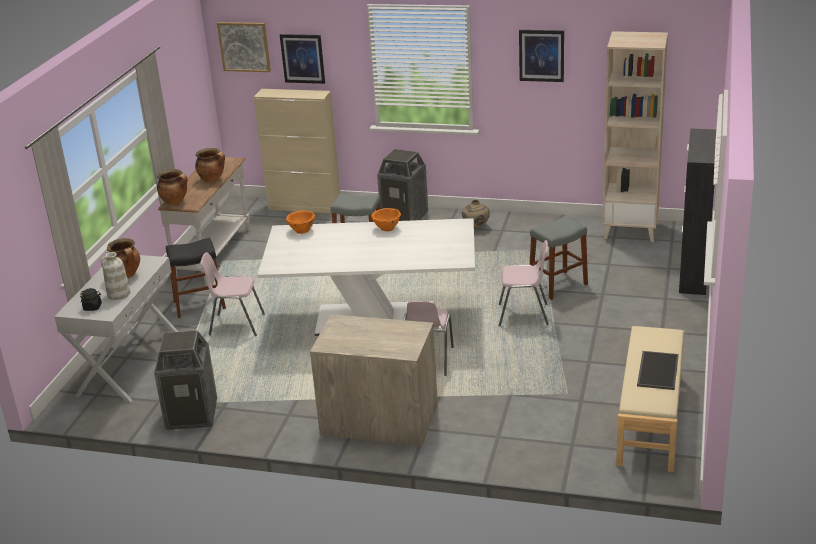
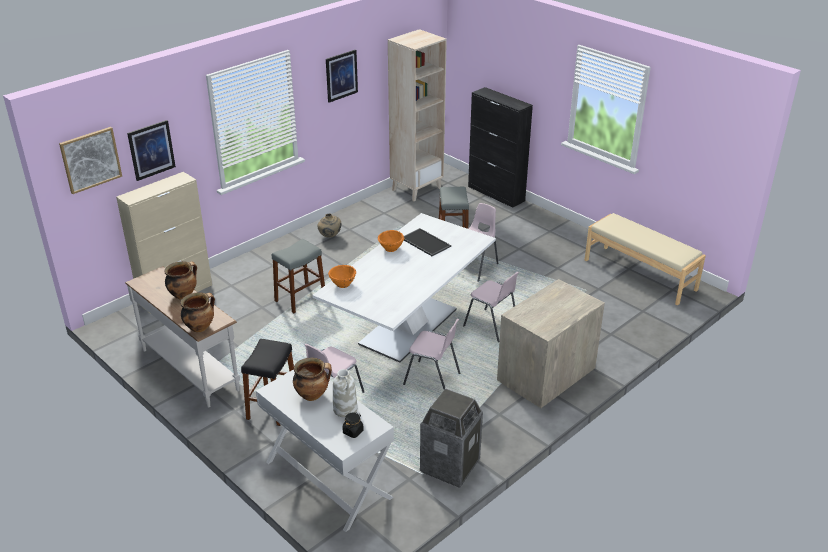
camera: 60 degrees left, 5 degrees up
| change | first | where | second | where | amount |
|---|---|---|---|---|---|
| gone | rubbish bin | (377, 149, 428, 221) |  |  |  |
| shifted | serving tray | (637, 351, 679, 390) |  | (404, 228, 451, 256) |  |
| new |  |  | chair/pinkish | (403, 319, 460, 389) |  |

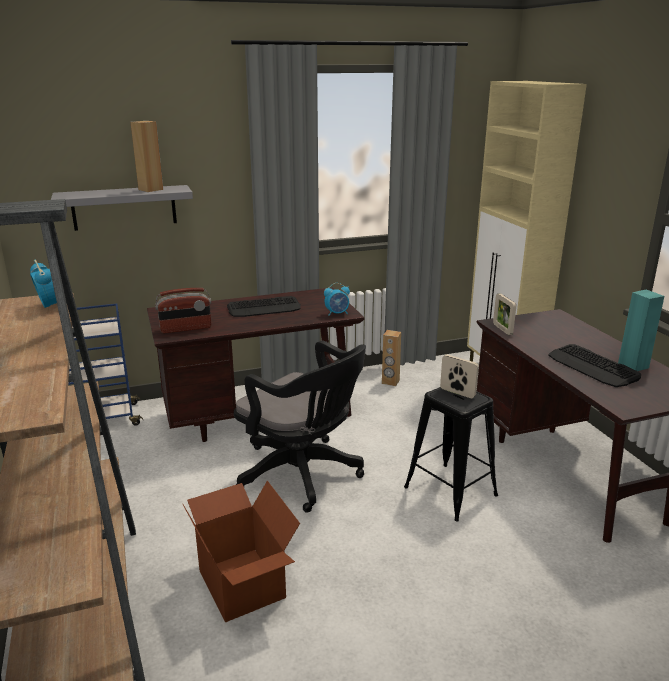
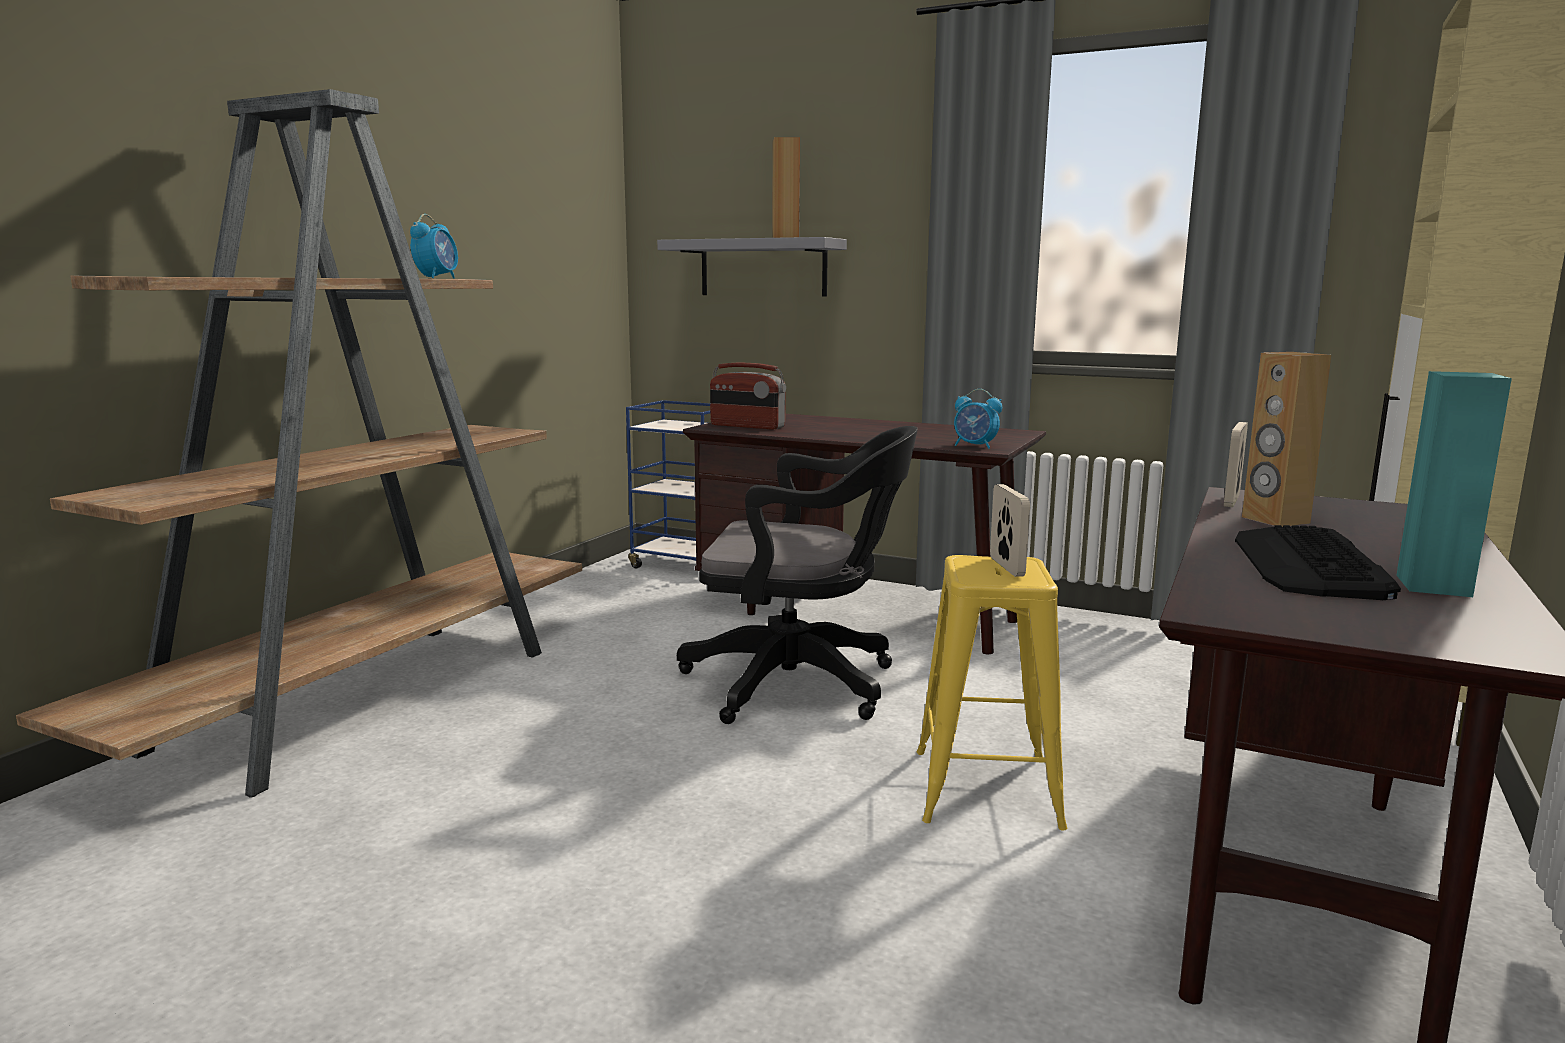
camera: 45 degrees right, 10 degrees down
| change | first | where | second | where | amount |
|---|---|---|---|---|---|
| gone | cardboard box | (183, 481, 300, 623) |  |  |  |
| gone | keyboard | (227, 296, 301, 317) |  |  |  |
| rotated | office chair/blackish | (234, 340, 366, 513) |  | (677, 426, 918, 724) | 75 degrees counterclockwise |
| shifted | speaker/brown | (382, 330, 401, 386) |  | (1242, 352, 1331, 527) |  |
| repainted | stool seat/blackish | (404, 387, 498, 521) | stool seat/yellowish | (917, 555, 1067, 831) |  |

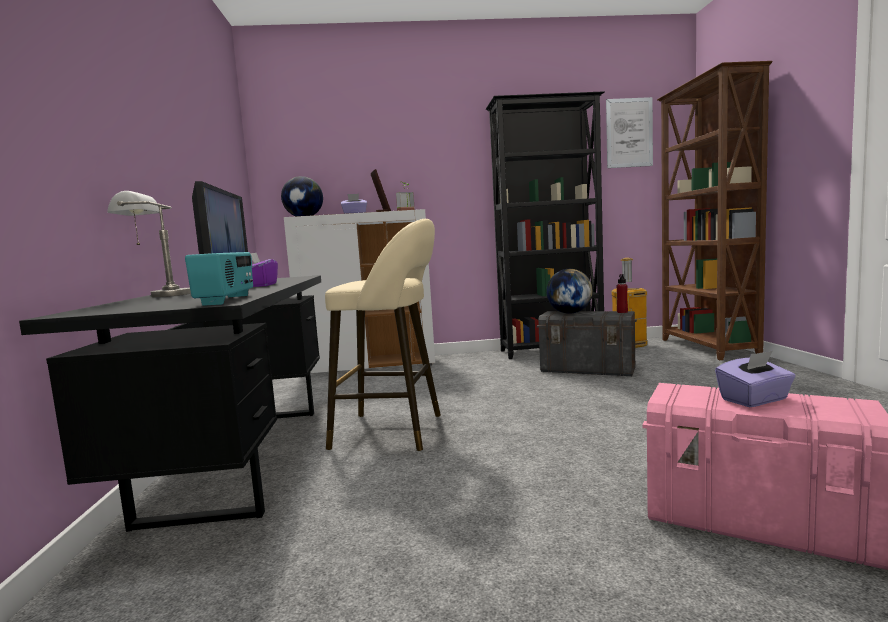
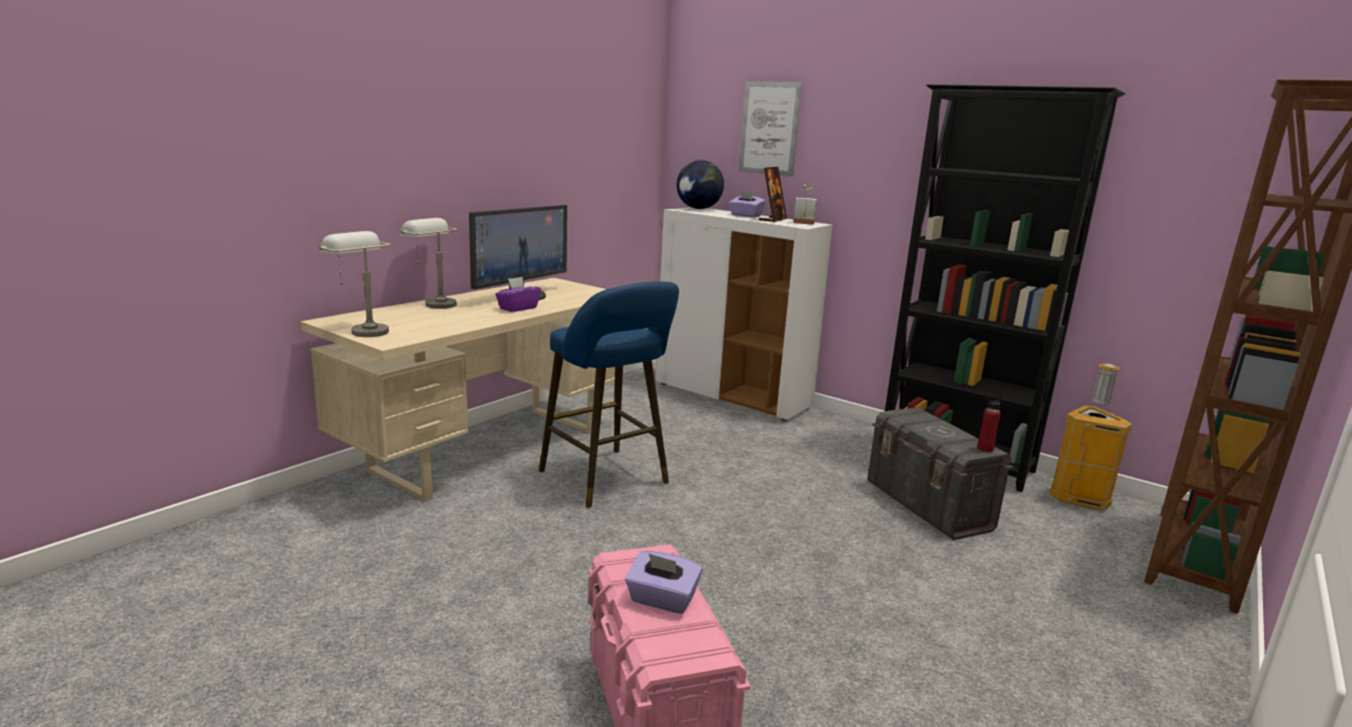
camera: 40 degrees right, 10 degrees up
| change | first | where | second | where | amount |
|---|---|---|---|---|---|
| repainted | desk table/blackish | (19, 275, 321, 532) | desk table/beige | (300, 278, 615, 502) |  |
| gone | radio | (185, 252, 253, 306) |  |  |  |
| repainted | stool seat/beige | (325, 219, 441, 451) | stool seat/blue-coloured | (539, 282, 679, 508) |  |
| gone | desk globe | (546, 269, 593, 314) |  |  |  |
| shifted | picture | (606, 97, 653, 168) |  | (739, 81, 802, 176) |  |
| new |  |  | lamp for a table/greyish | (319, 231, 391, 337) |  |

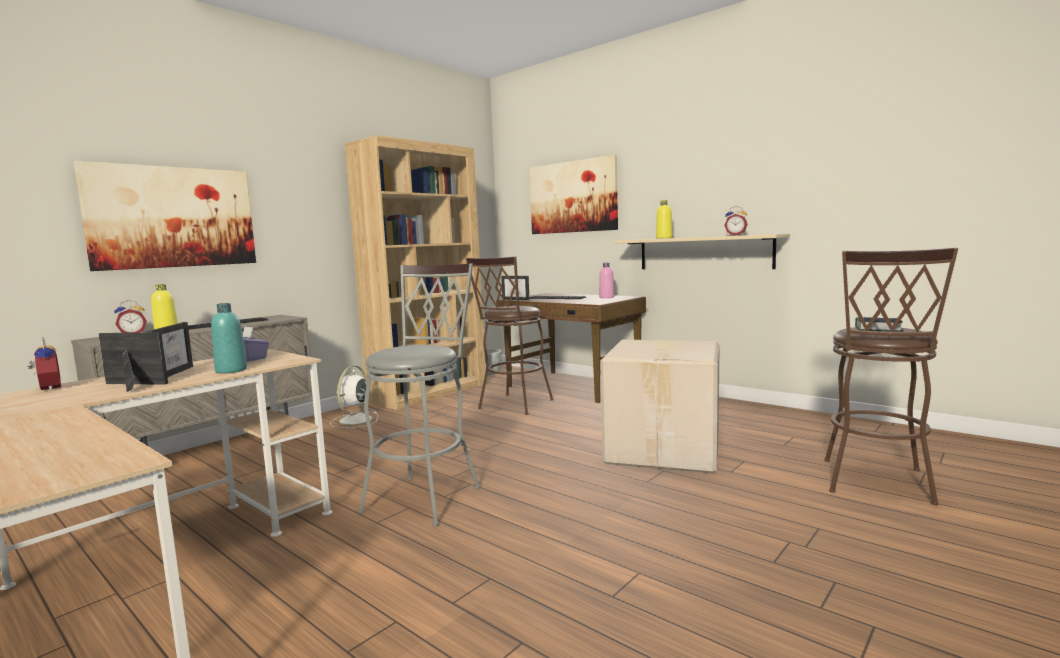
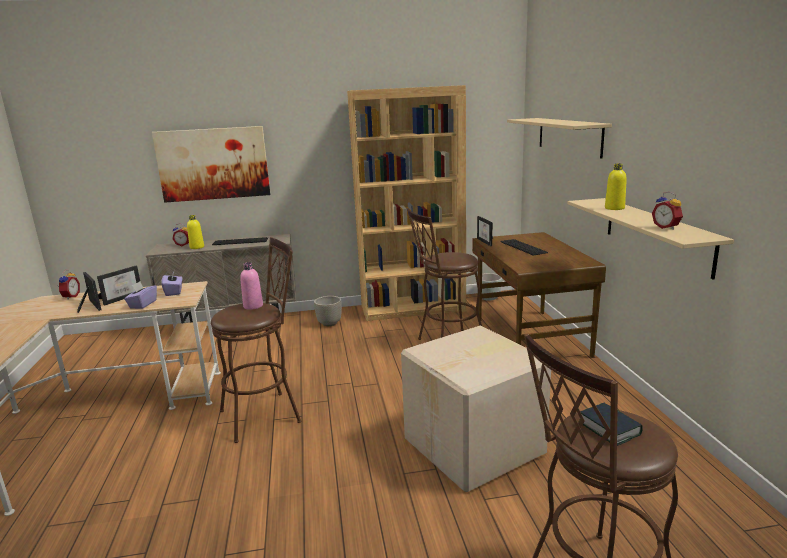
camera: 40 degrees right, 10 degrees up
| change | first | where | second | where | amount |
|---|---|---|---|---|---|
| swapped | drink bottle/blue-green | (211, 303, 247, 374) | tissue box/purple | (124, 282, 157, 309) |  |
| swapped | cooling fan/white-coloured | (330, 366, 378, 428) | flower pot/greyish | (314, 296, 342, 326) |  |
| repainted | stool seat/greyish | (358, 263, 480, 527) | stool seat/brown | (211, 237, 301, 443) |  |
| swapped | picture | (529, 155, 618, 234) | bracket shelf/beige | (507, 118, 612, 159) |  |
| shifted | drink bottle/pinkish | (599, 263, 614, 298) |  | (240, 262, 263, 310) |  |

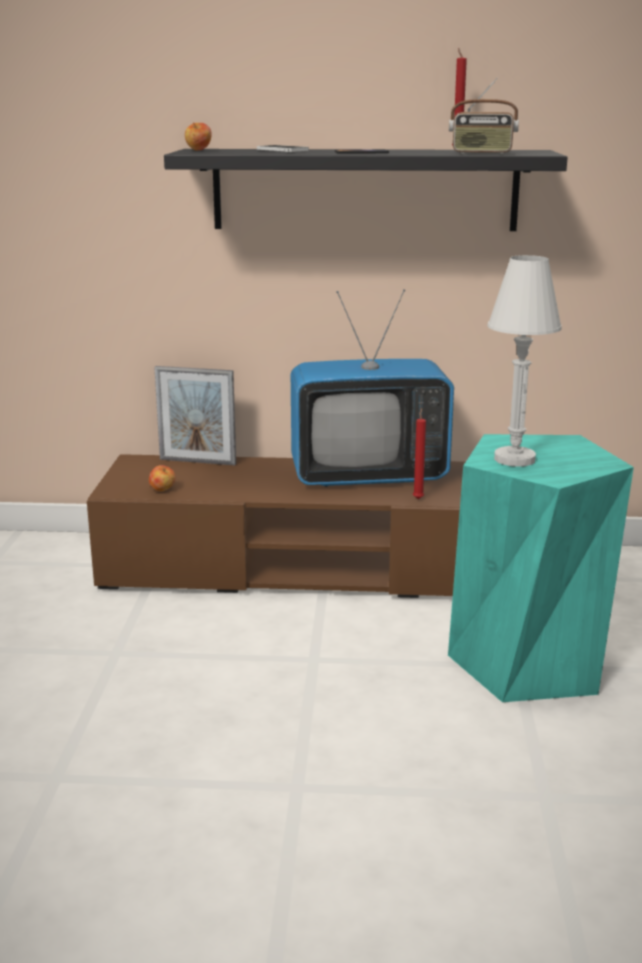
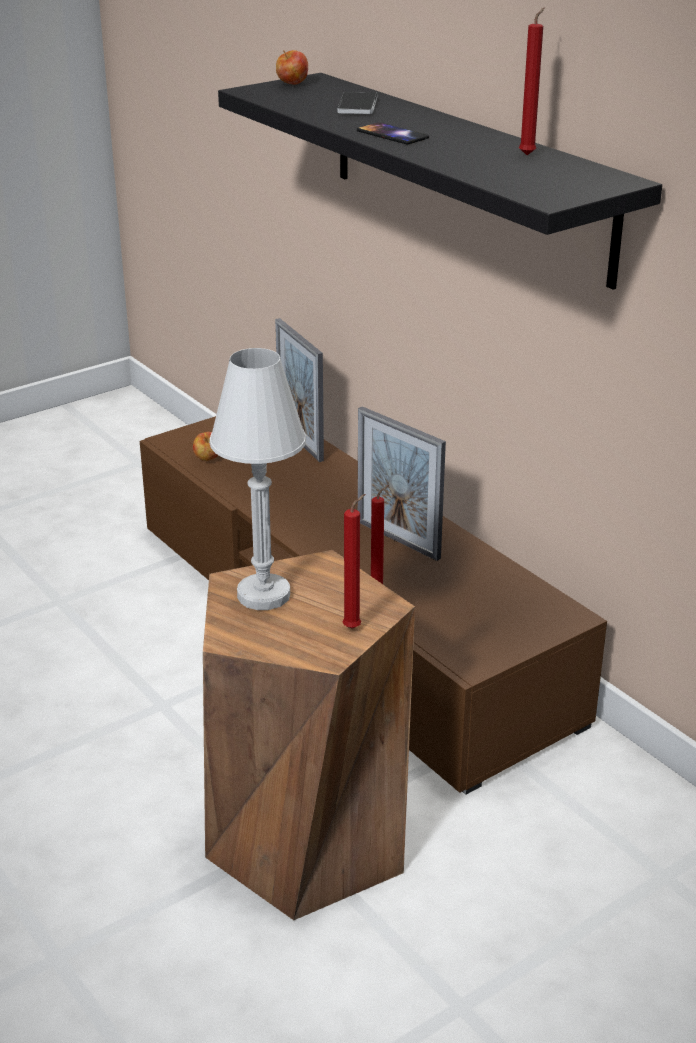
camera: 50 degrees right, 10 degrees up
| change | first | where | second | where | amount |
|---|---|---|---|---|---|
| swapped | TV | (291, 289, 454, 487) | standing frame | (358, 406, 446, 561) |  |
| repainted | stool seat/blue-green | (448, 434, 634, 702) | stool seat/brown | (203, 550, 415, 920) |  |
| gone | radio | (449, 78, 519, 154) |  |  |  |
| new |  |  | wax candle/red-coloured | (343, 494, 365, 629) |  |

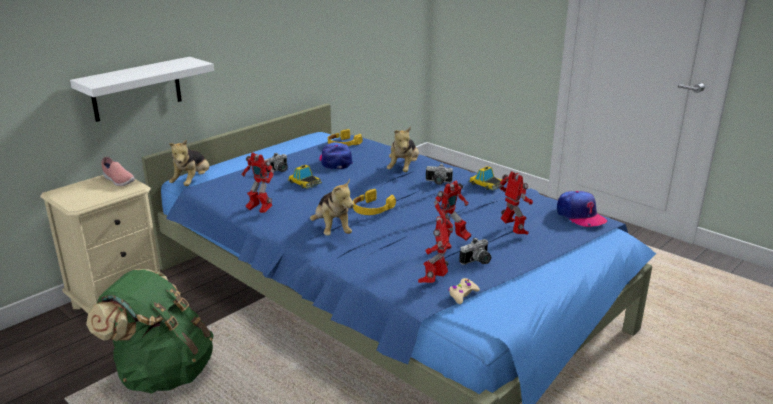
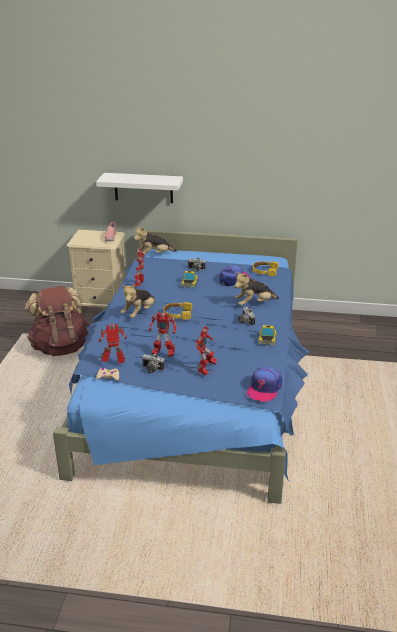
camera: 55 degrees right, 5 degrees up
| change | first | where | second | where | amount |
|---|---|---|---|---|---|
| repainted | rucksack/green | (86, 269, 214, 393) | rucksack/brown | (25, 286, 90, 356) |  |

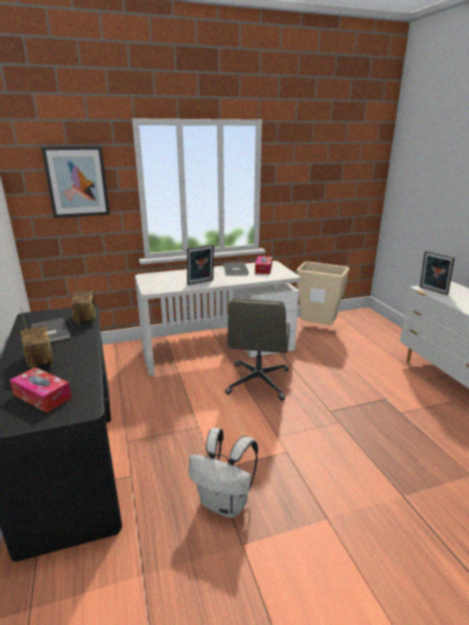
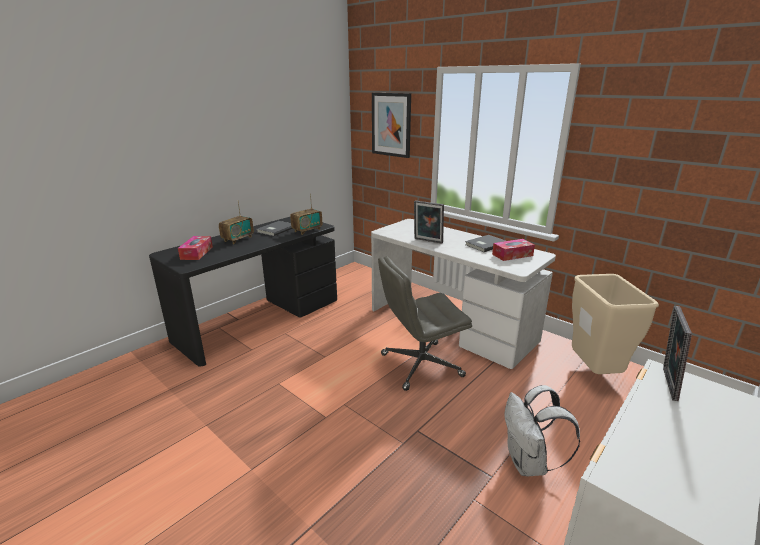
camera: 60 degrees right, 0 degrees up
| change | first | where | second | where | amount |
|---|---|---|---|---|---|
| shifted | rucksack/white-coloured | (189, 428, 258, 518) |  | (504, 385, 580, 476) |  |

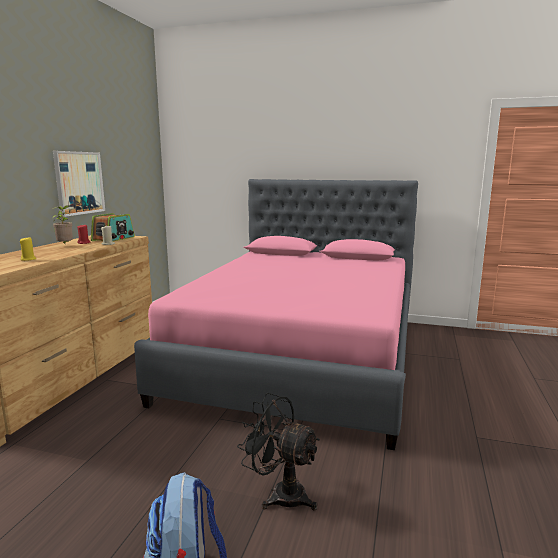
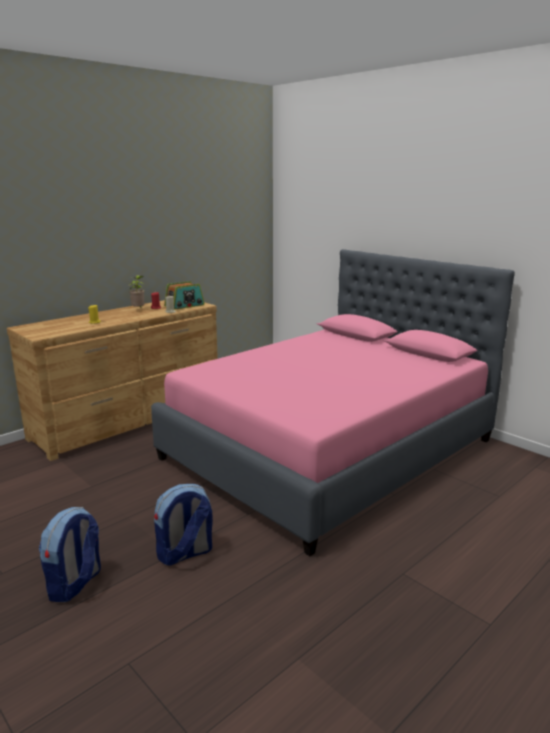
camera: 30 degrees right, 5 degrees up
| change | first | where | second | where | amount |
|---|---|---|---|---|---|
| gone | picture | (53, 151, 105, 217) |  |  |  |
| swapped | cooling fan/blackish | (237, 393, 320, 511) | rucksack | (154, 484, 213, 566) |  |

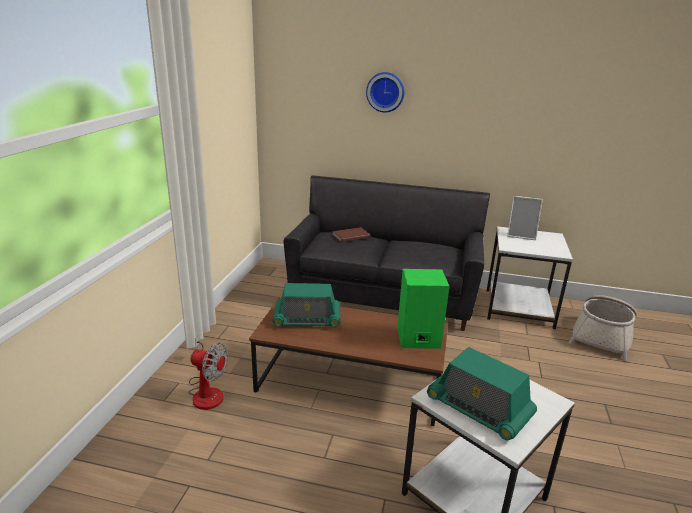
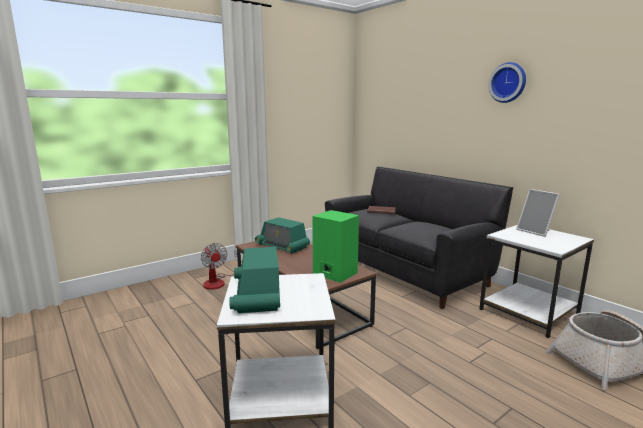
camera: 40 degrees right, 10 degrees down
| change | first | where | second | where | amount |
|---|---|---|---|---|---|
| shifted | wall clock | (366, 72, 404, 113) |  | (488, 62, 526, 103) |  |

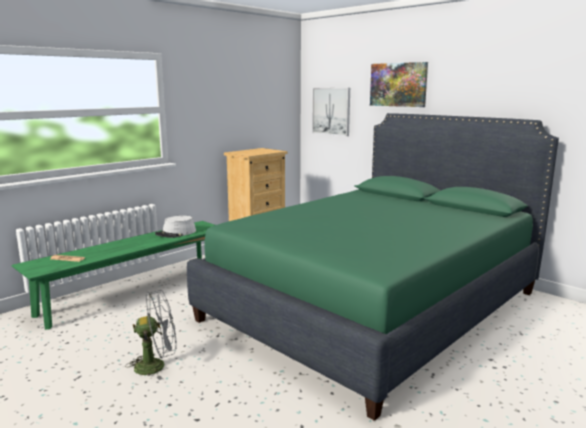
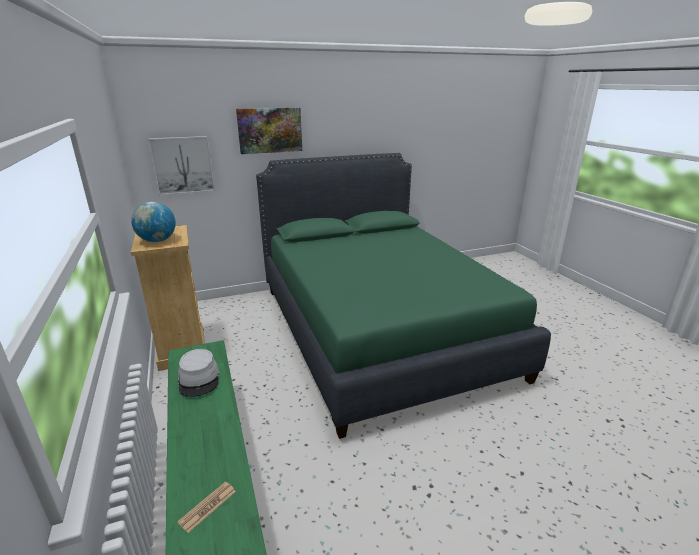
camera: 65 degrees left, 10 degrees up
| change | first | where | second | where | amount |
|---|---|---|---|---|---|
| gone | cooling fan/greyish | (125, 290, 176, 380) |  |  |  |
| new |  |  | desk globe | (131, 202, 176, 242) |  |

